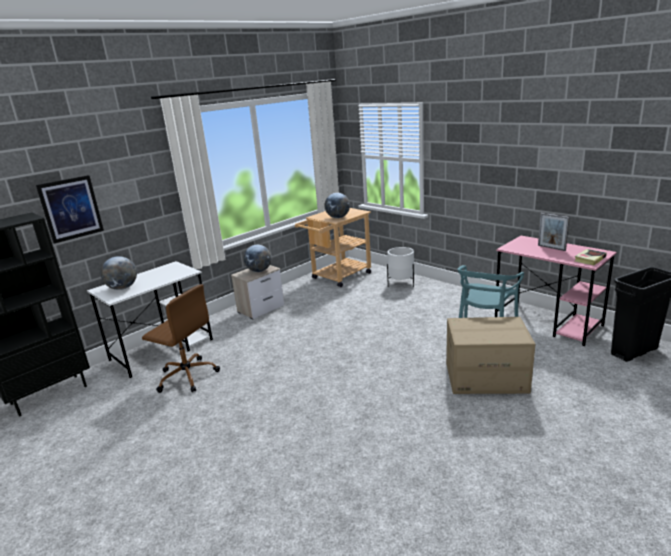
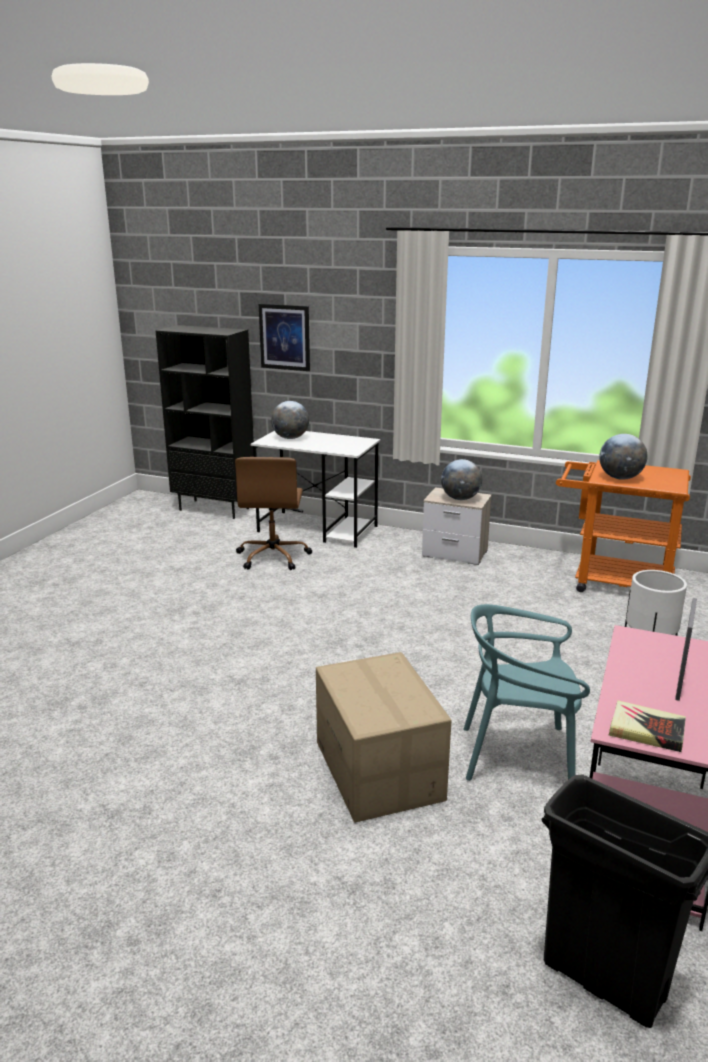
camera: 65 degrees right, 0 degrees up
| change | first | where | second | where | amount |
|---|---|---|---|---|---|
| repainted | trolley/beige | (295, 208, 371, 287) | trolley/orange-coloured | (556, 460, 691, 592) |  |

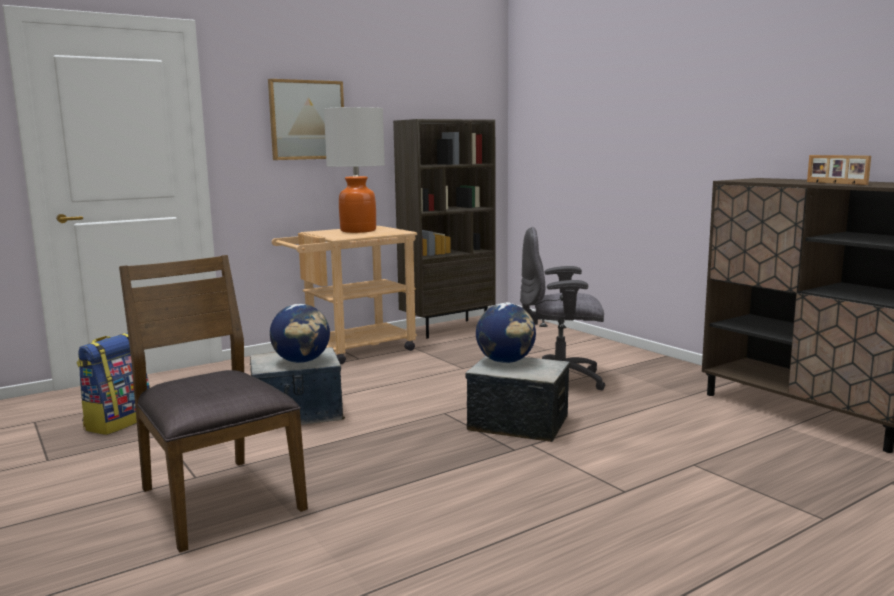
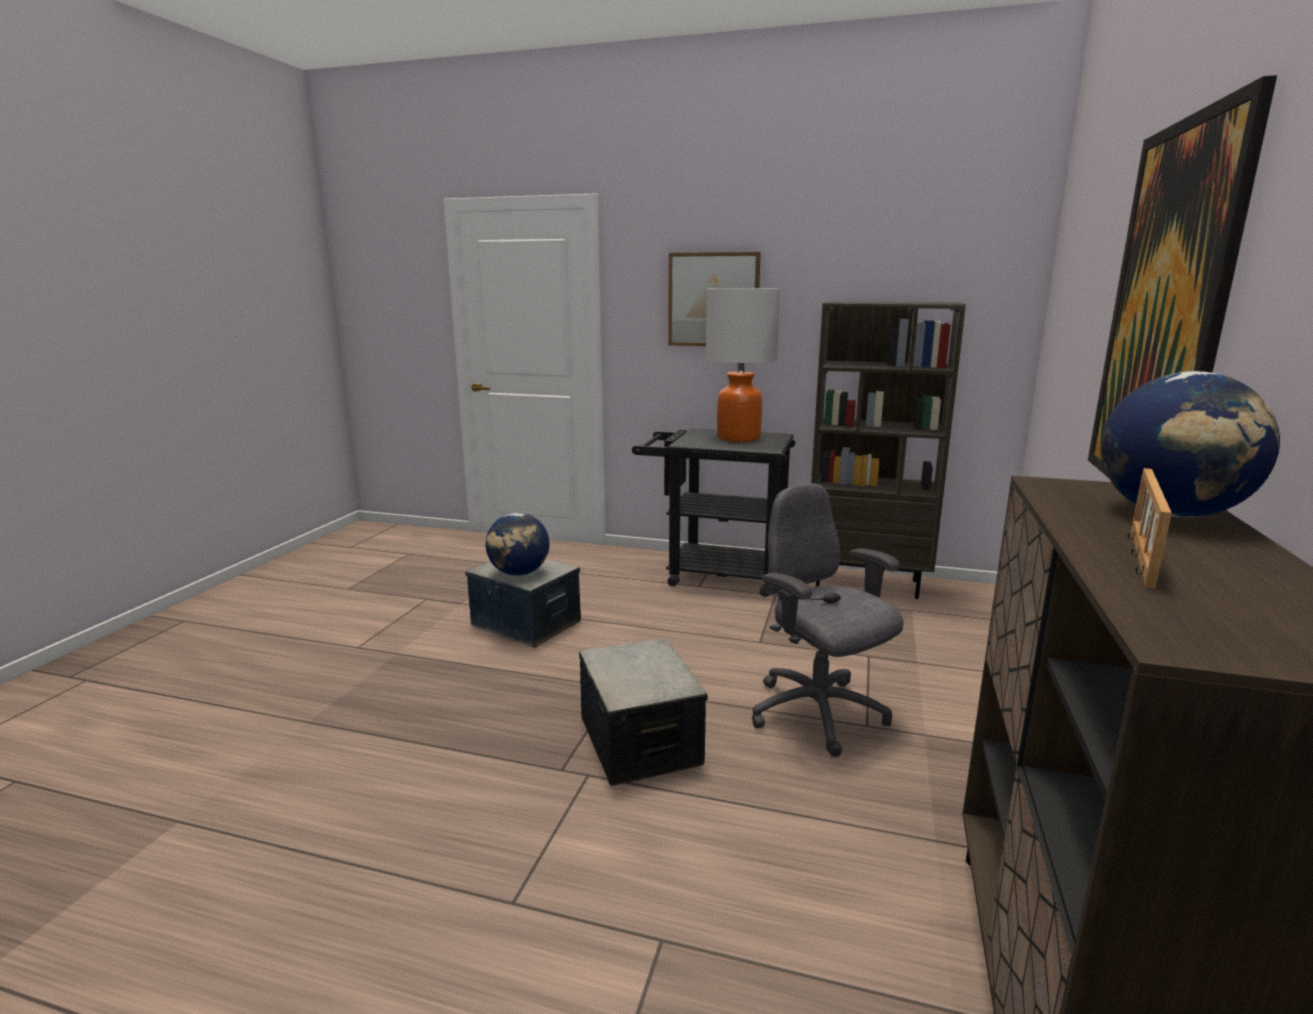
camera: 50 degrees right, 5 degrees up
| change | first | where | second | where | amount |
|---|---|---|---|---|---|
| gone | rucksack | (77, 333, 150, 435) |  |  |  |
| gone | chair/brown | (119, 255, 308, 552) |  |  |  |
| repainted | trolley/beige | (272, 226, 417, 364) | trolley/blackish | (632, 429, 795, 597) |  |
| shifted | desk globe | (476, 303, 536, 363) |  | (1101, 371, 1280, 517) |  |
| new |  |  | picture | (1088, 75, 1277, 477) |  |

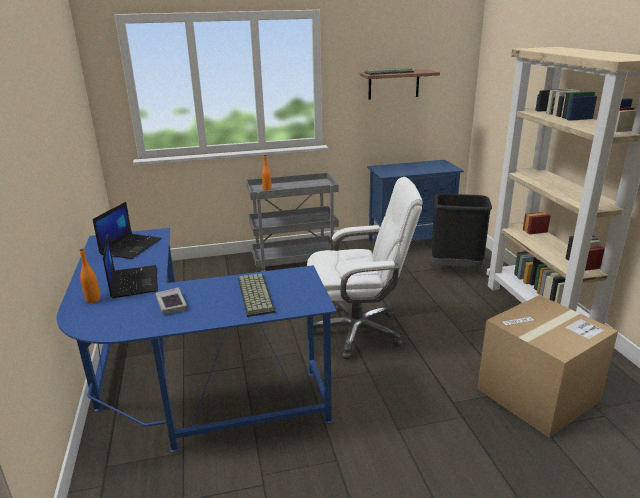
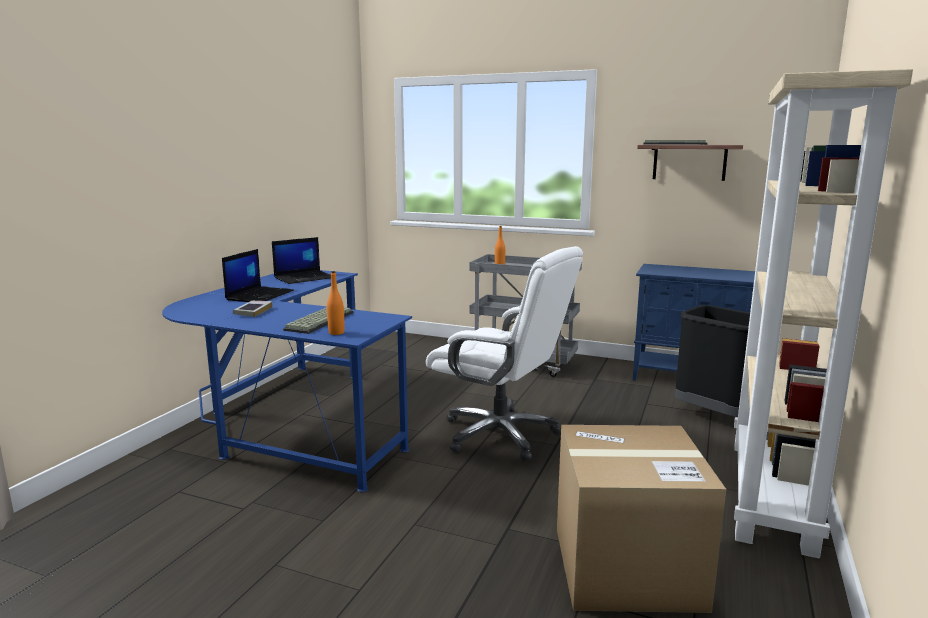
camera: 35 degrees right, 10 degrees down
| change | first | where | second | where | amount |
|---|---|---|---|---|---|
| shifted | drink bottle/orange-coloured | (80, 249, 100, 303) |  | (327, 271, 345, 335) |  |

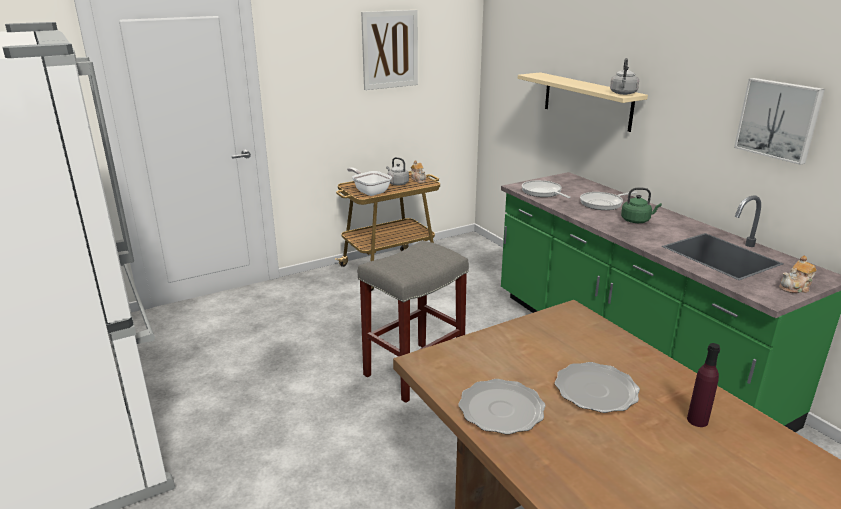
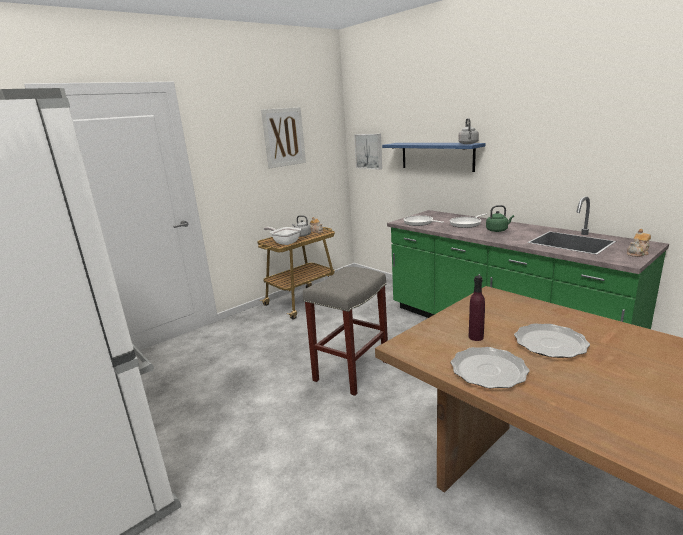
camera: 10 degrees left, 5 degrees down
| change | first | where | second | where | amount |
|---|---|---|---|---|---|
| repainted | bracket shelf/beige | (518, 72, 648, 132) | bracket shelf/blue-coloured | (382, 143, 485, 172) |  |
| shifted | drink bottle/purple | (687, 343, 720, 427) |  | (468, 276, 485, 341) |  |
| shifted | picture | (734, 78, 825, 165) |  | (354, 134, 382, 170) |  |

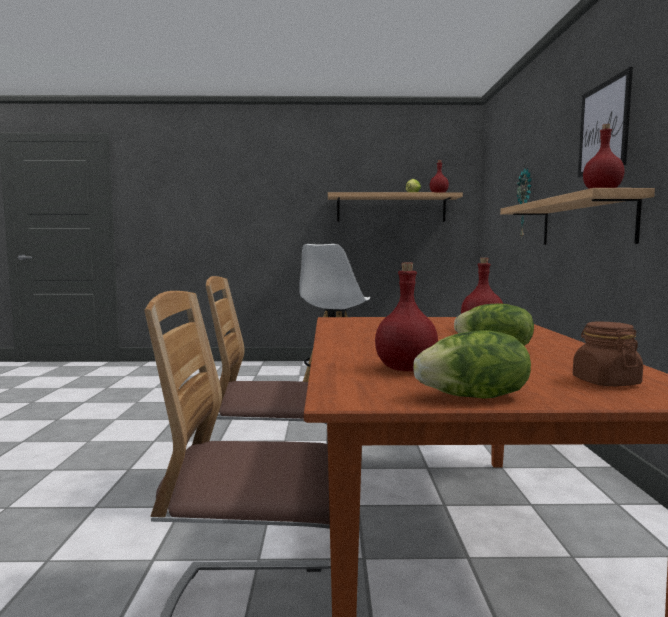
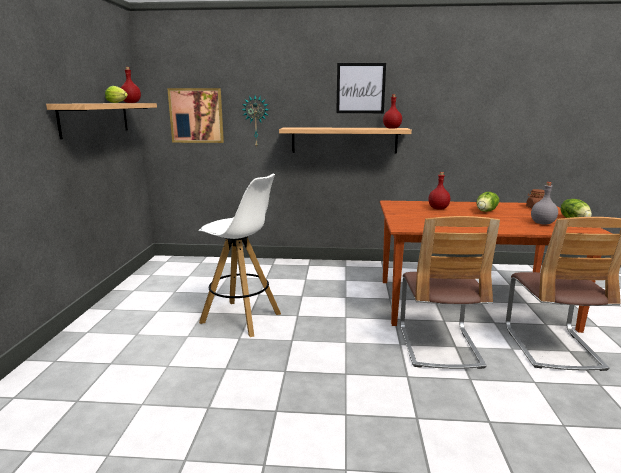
camera: 85 degrees left, 10 degrees up
| change | first | where | second | where | amount |
|---|---|---|---|---|---|
| repainted | drink bottle/red-coloured | (375, 263, 438, 371) | drink bottle/greyish | (531, 182, 558, 224) |  |
| new |  |  | picture | (167, 88, 224, 143) |  |

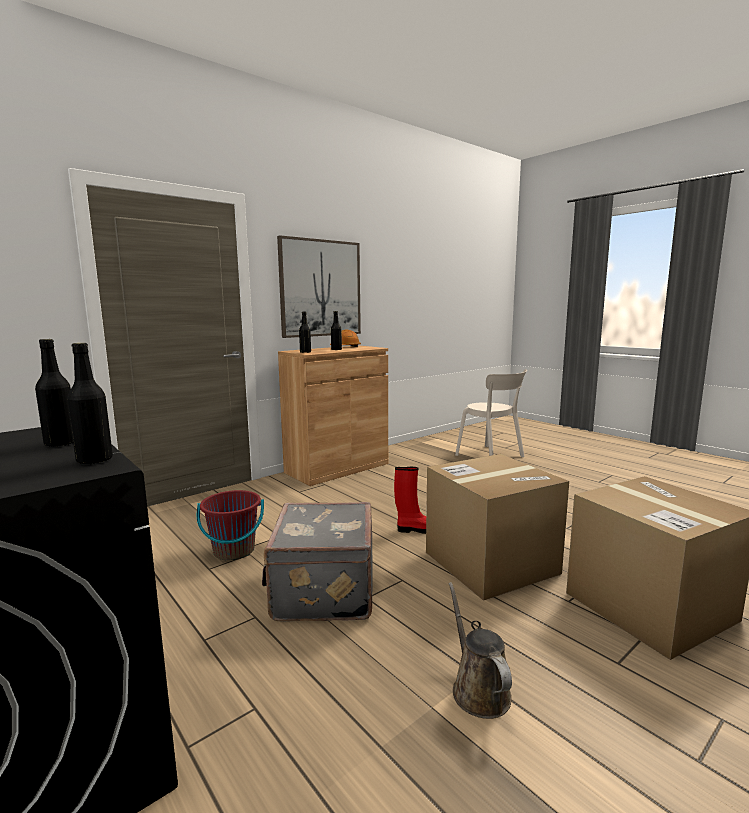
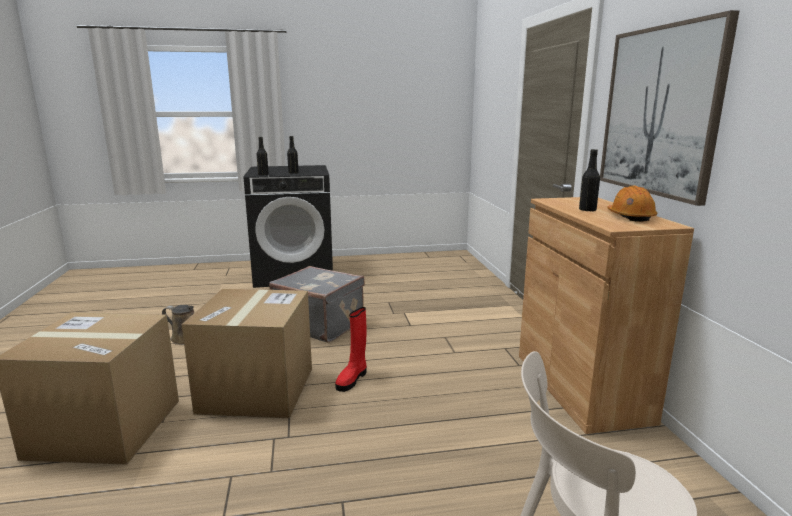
camera: 120 degrees right, 5 degrees up
| change | first | where | second | where | amount |
|---|---|---|---|---|---|
| gone | bucket/red-coloured | (197, 490, 264, 560) |  |  |  |
| gone | drink bottle/blackish | (299, 312, 311, 353) |  |  |  |

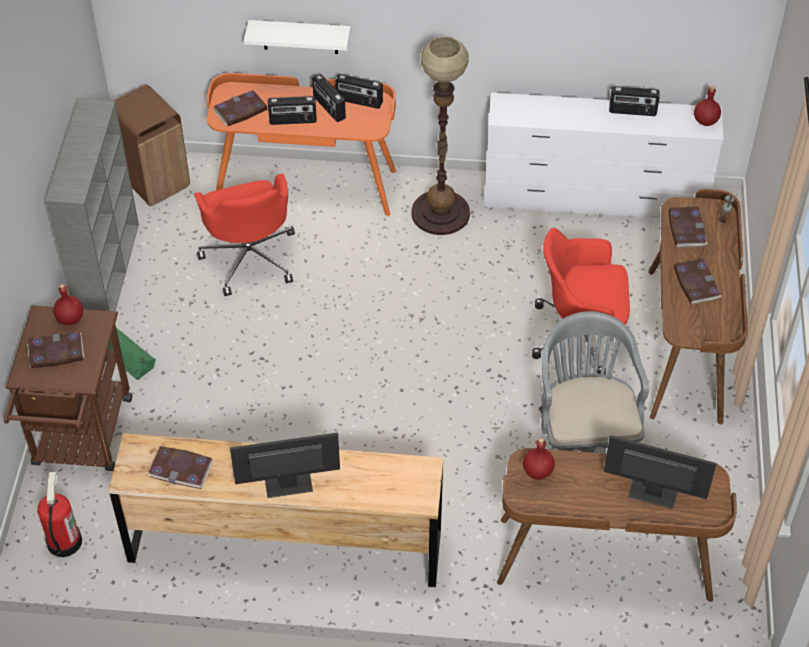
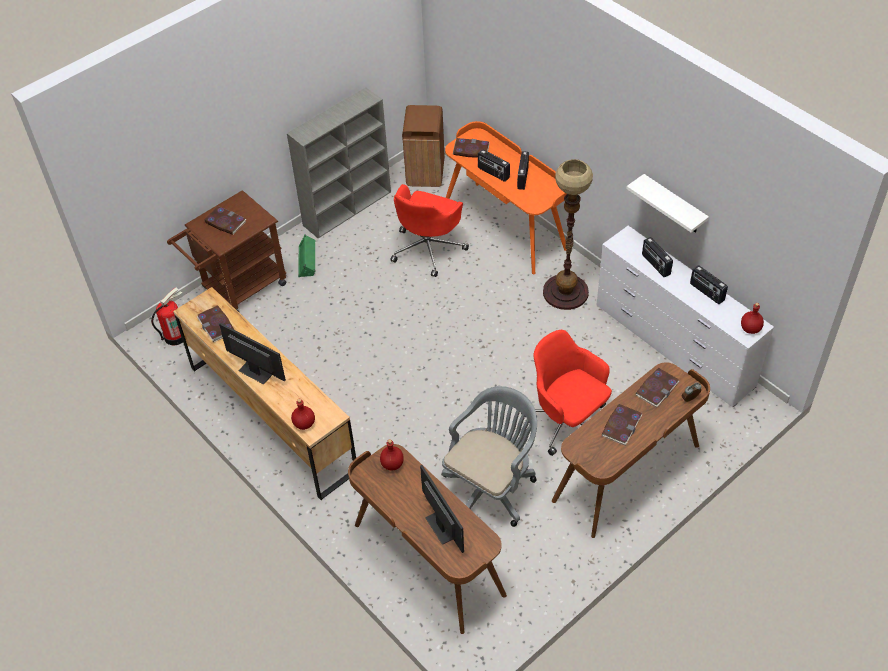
camera: 45 degrees right, 0 degrees up
| change | first | where | second | where | amount |
|---|---|---|---|---|---|
| shifted | drink bottle/red-coloured | (53, 284, 83, 325) |  | (291, 399, 315, 430) |  |
| shifted | bracket shelf/white-coloured | (244, 20, 351, 54) |  | (626, 174, 709, 233) |  |
| shifted | radio | (335, 74, 383, 109) |  | (642, 237, 673, 277) |  |

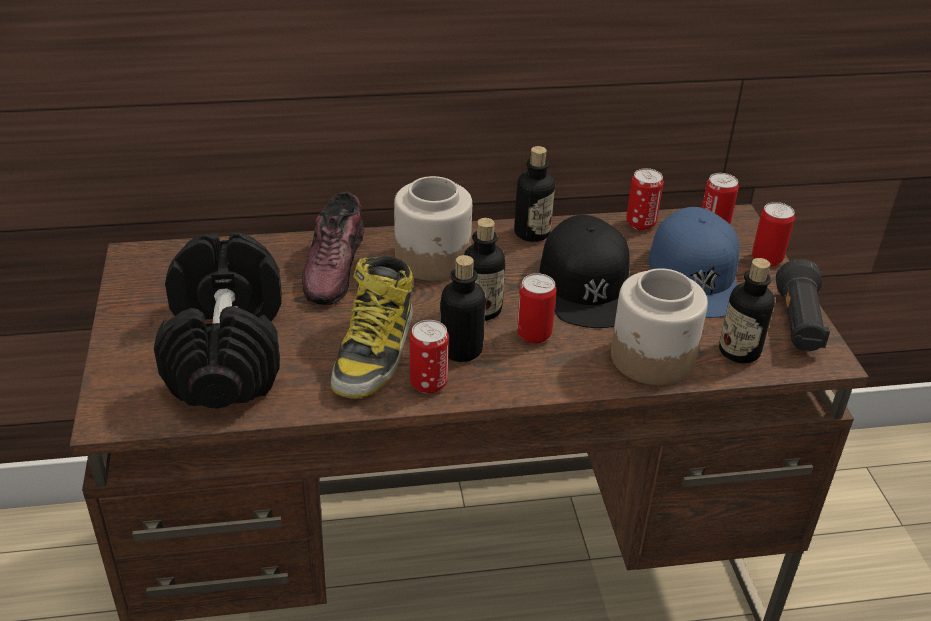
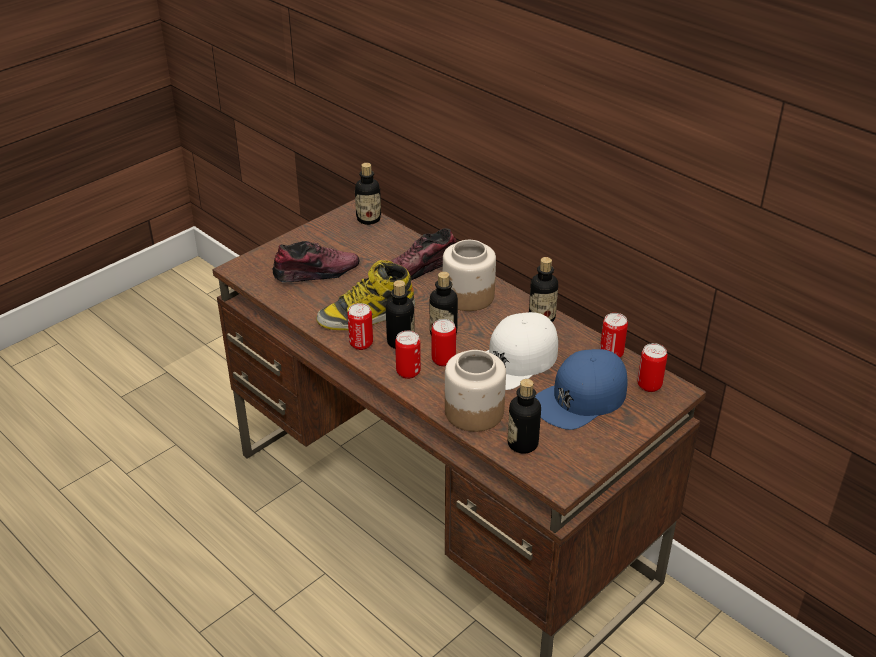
camera: 55 degrees right, 0 degrees up
| change | first | where | second | where | amount |
|---|---|---|---|---|---|
| swapped | hand weight/blackish | (154, 232, 282, 408) | item of footwear | (272, 241, 359, 283) |  |
| repainted | baseball cap/blackish | (540, 215, 630, 328) | baseball cap/white-coloured | (486, 312, 558, 390) |  |
| shifted | can | (752, 202, 795, 266) |  | (395, 331, 421, 379) |  |
| gone | torch/blackish | (776, 259, 830, 351) |  |  |  |
| new |  |  | drink bottle | (355, 163, 381, 225) |  |

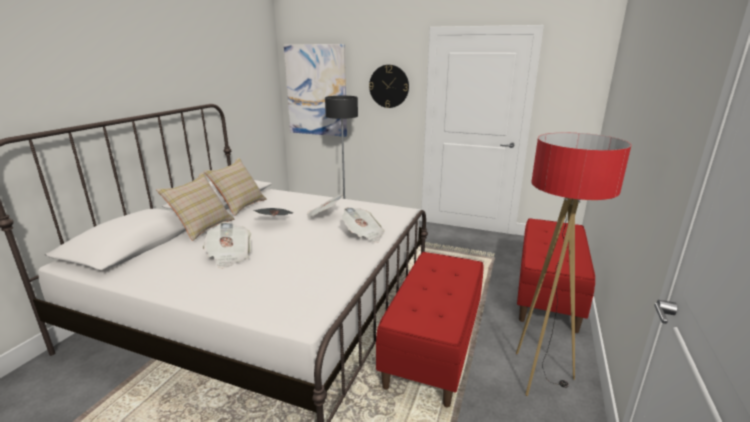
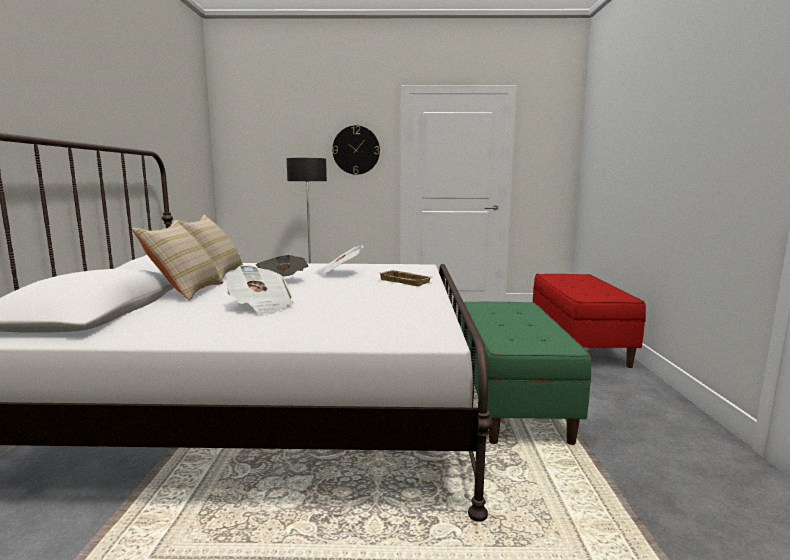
camera: 20 degrees left, 10 degrees down
| change | first | where | second | where | amount |
|---|---|---|---|---|---|
| gone | picture | (284, 44, 347, 137) |  |  |  |
| swapped | newspaper | (341, 207, 385, 243) | serving tray/beige | (378, 270, 431, 286) |  |
| repainted | indoor bench/red-coloured | (376, 252, 484, 408) | indoor bench/green | (461, 302, 591, 445) |  |
| gone | standing lamp | (516, 133, 631, 396) |  |  |  |

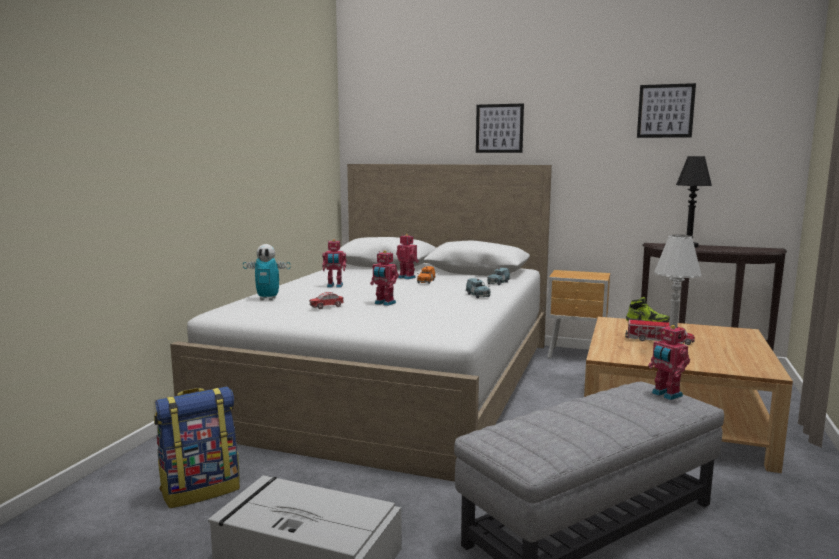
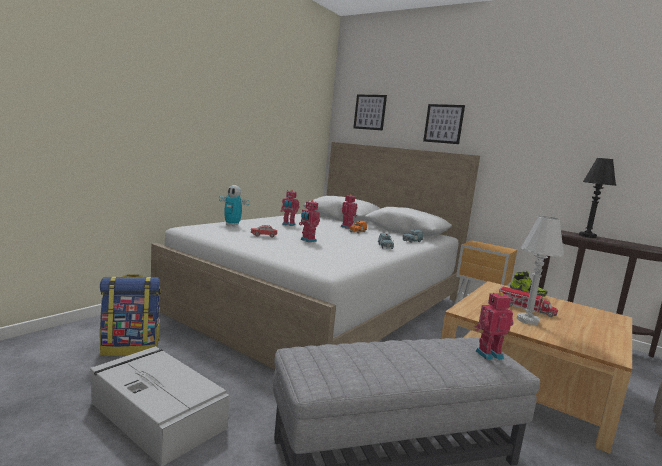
camera: 15 degrees right, 0 degrees up
| change | first | where | second | where | amount |
|---|---|---|---|---|---|
| shifted | picture | (637, 83, 696, 138) |  | (353, 94, 387, 131) |  |
| rotated | robot figure | (648, 324, 690, 400) |  | (474, 292, 514, 360) | 90 degrees clockwise |

